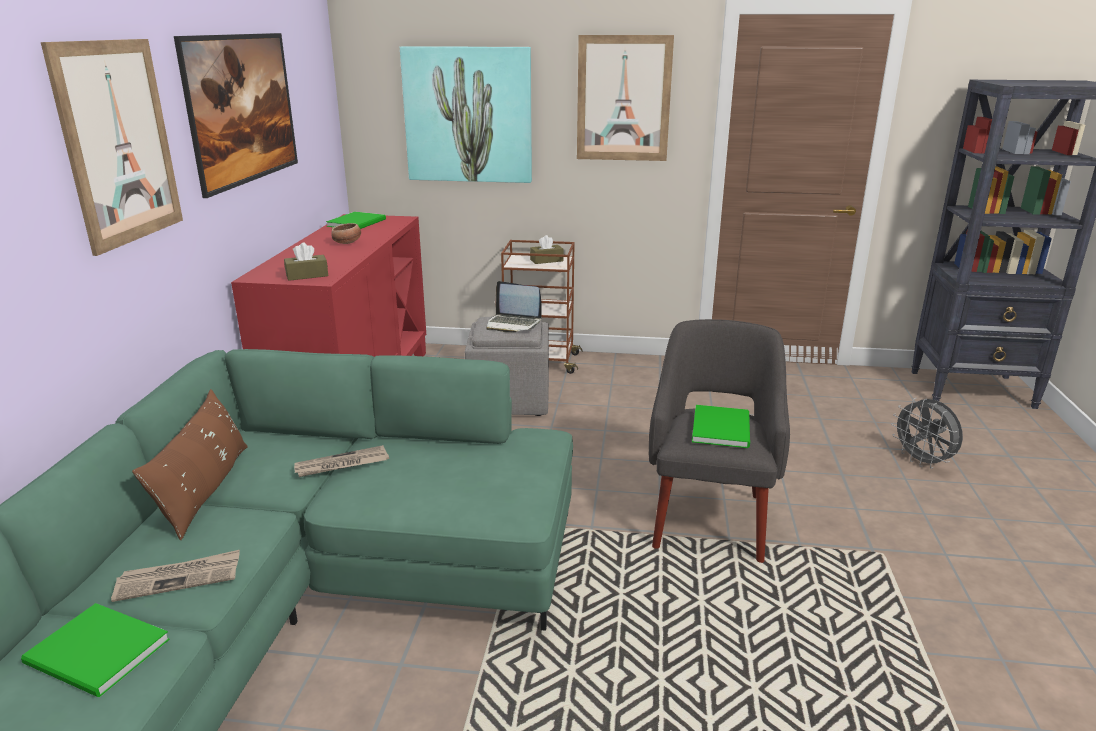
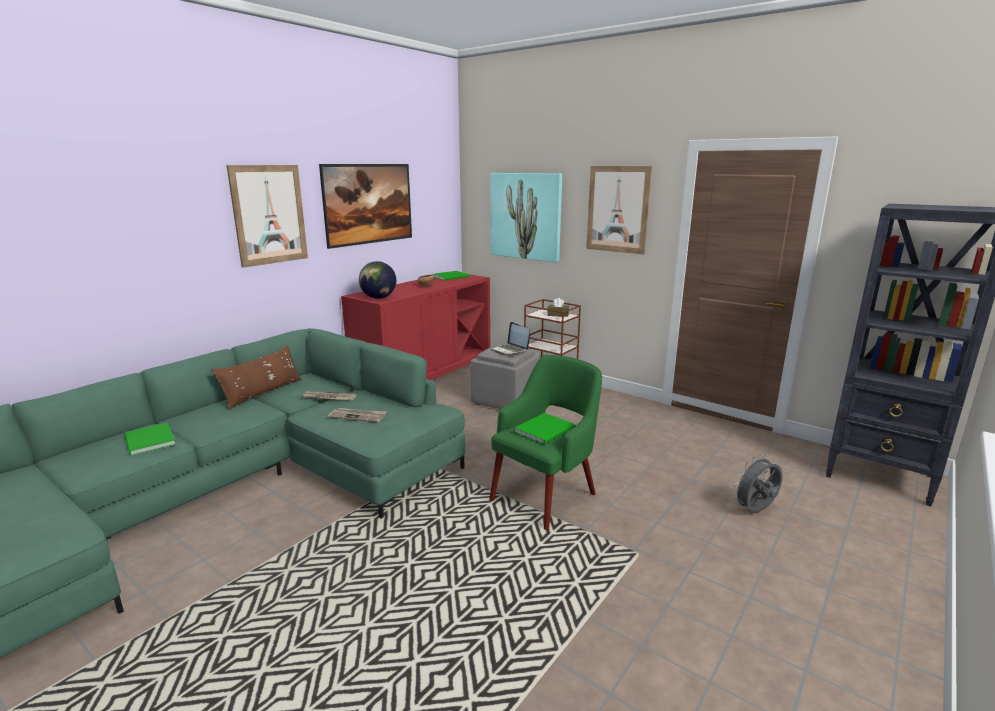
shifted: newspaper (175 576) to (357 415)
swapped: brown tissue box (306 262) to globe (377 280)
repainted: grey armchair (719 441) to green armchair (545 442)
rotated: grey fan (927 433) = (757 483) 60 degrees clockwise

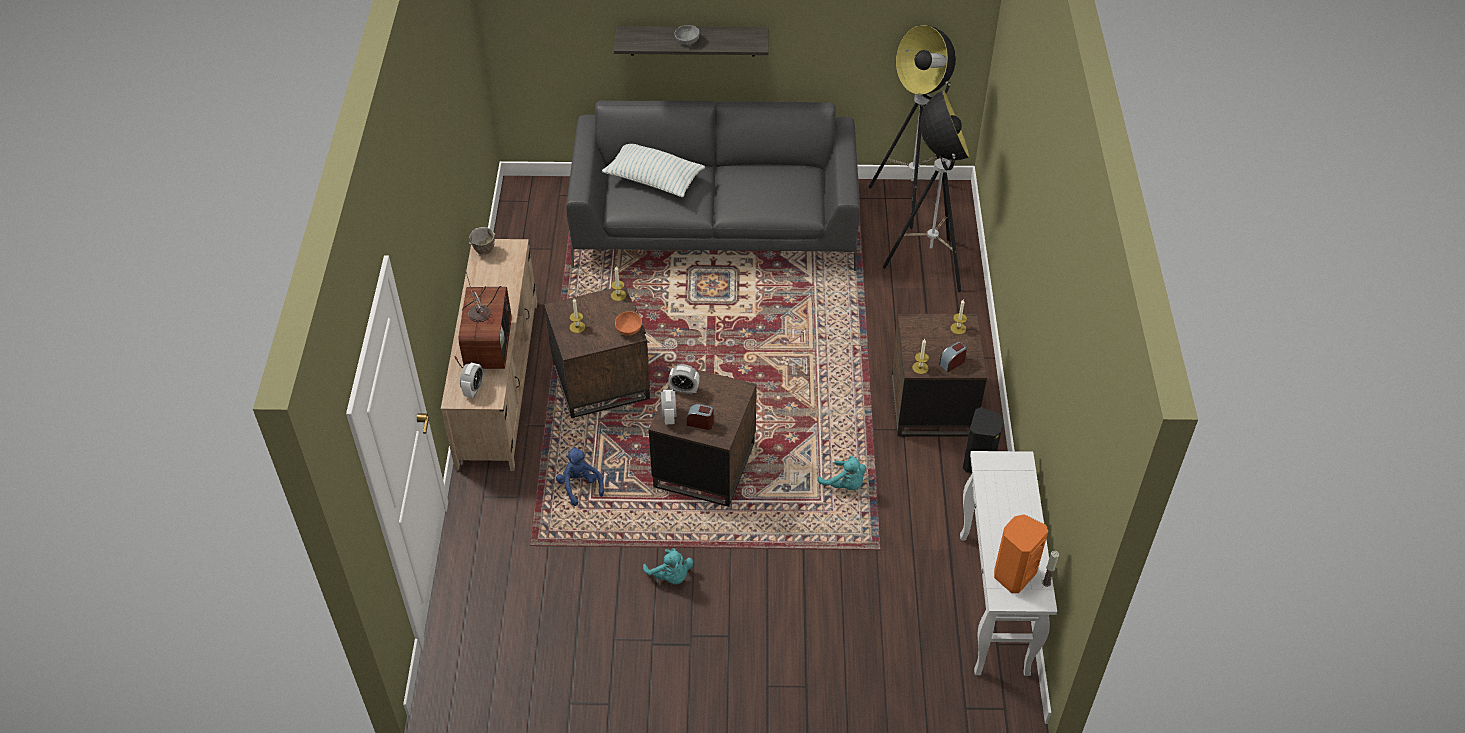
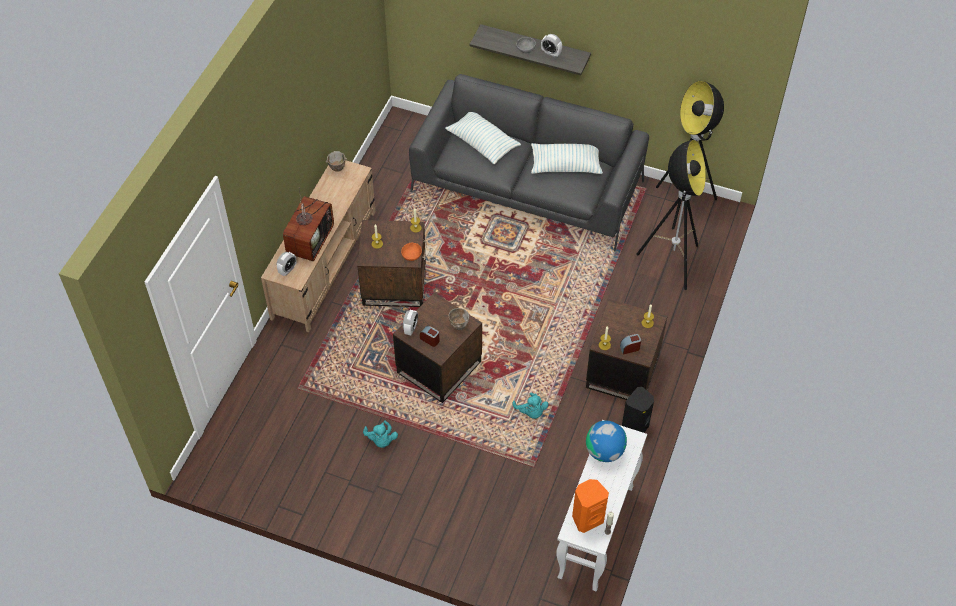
gone: blue plush toy (580 476)
new: pillow (567 158); bowl (458 319); globe (606 441)
shifted: alarm clock (684 379) to (551 45)

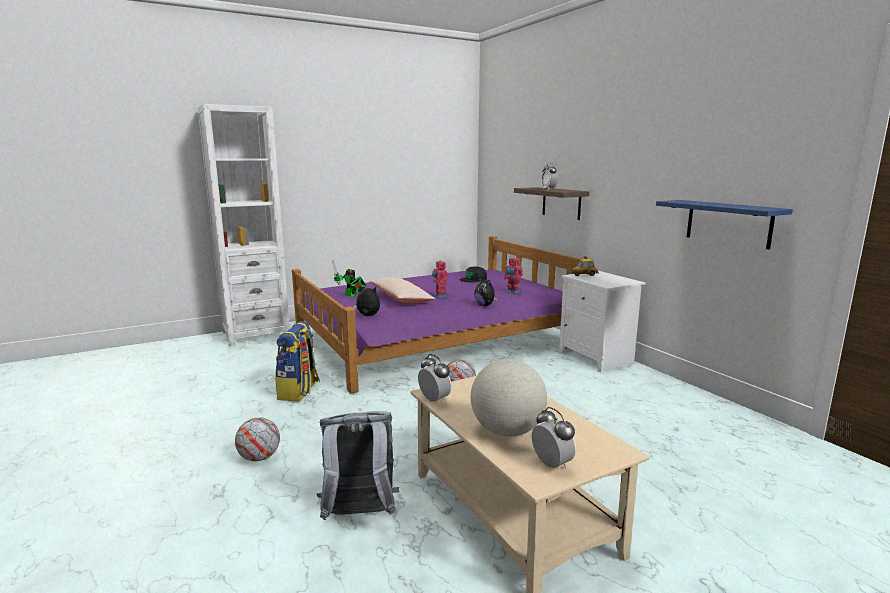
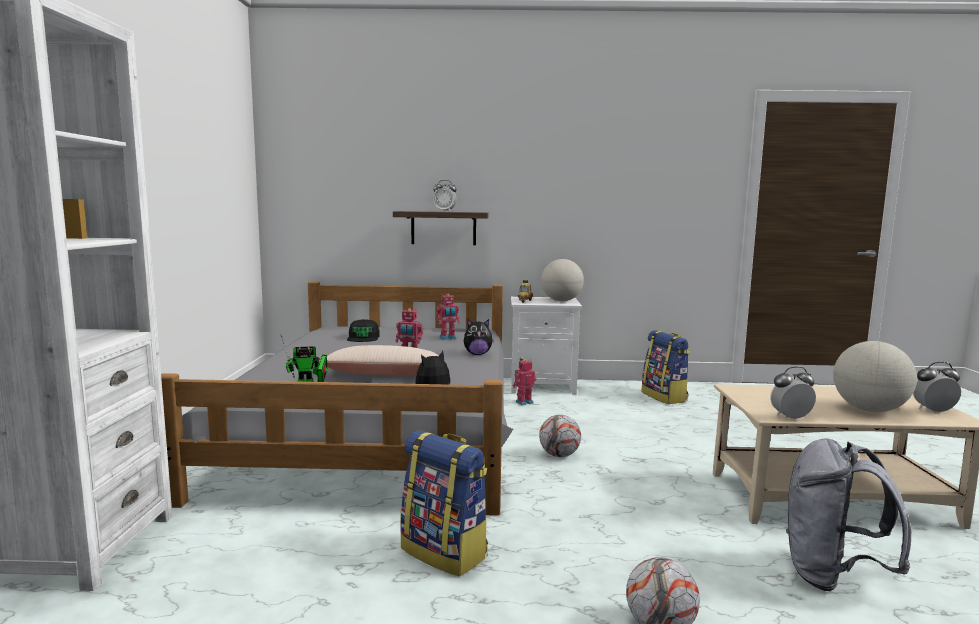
gone: blue shelf (724 225)
new: globe (562 280); backpack (665 367); toy robot (524 382)
repainted: purple bed (442 315) to grey bed (337 398)

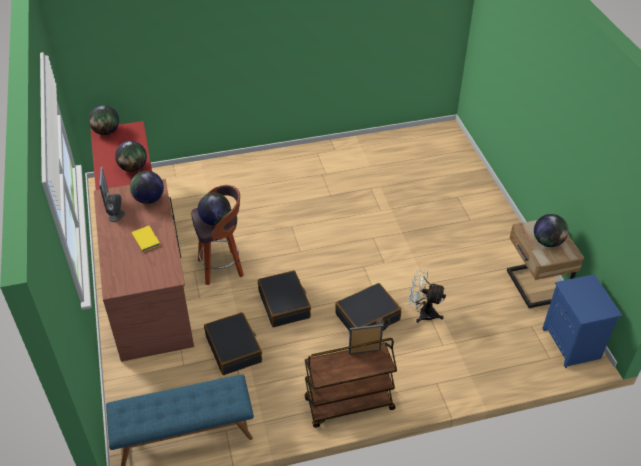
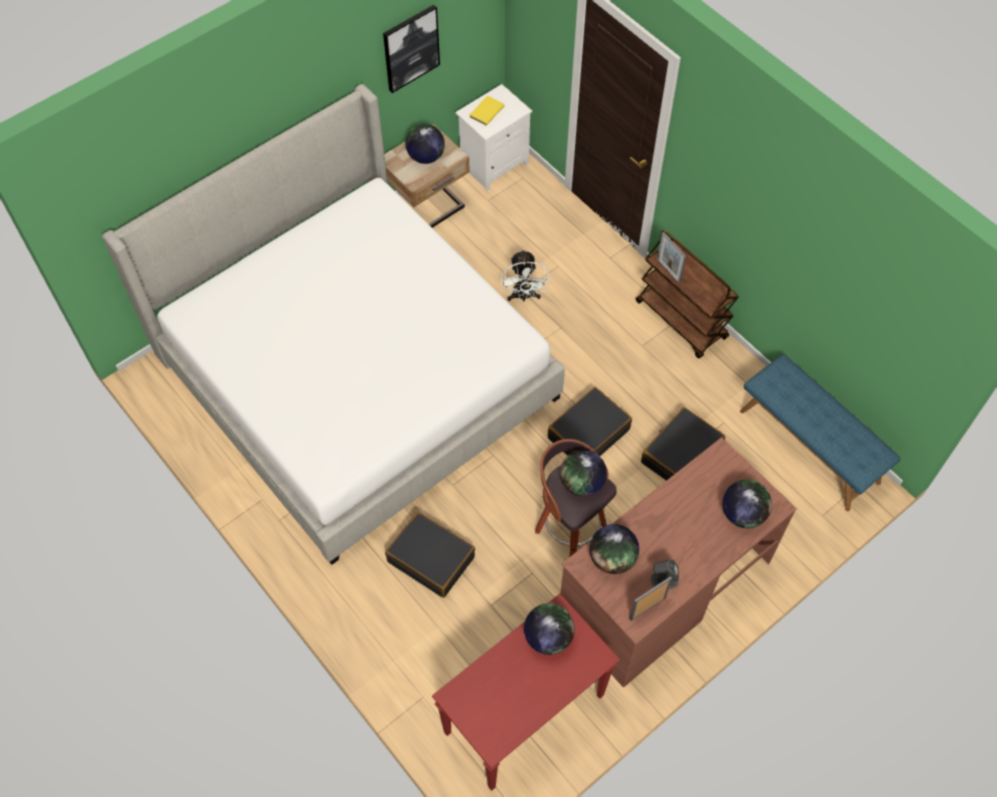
new: picture (411 49); bed (333 324)
shifted: globe (104 120) to (747 504); yellow book (146 239) to (487 110); black suitcase (368 307) to (430 555)
repainted: blue nightstand (582 321) to white nightstand (493 137)

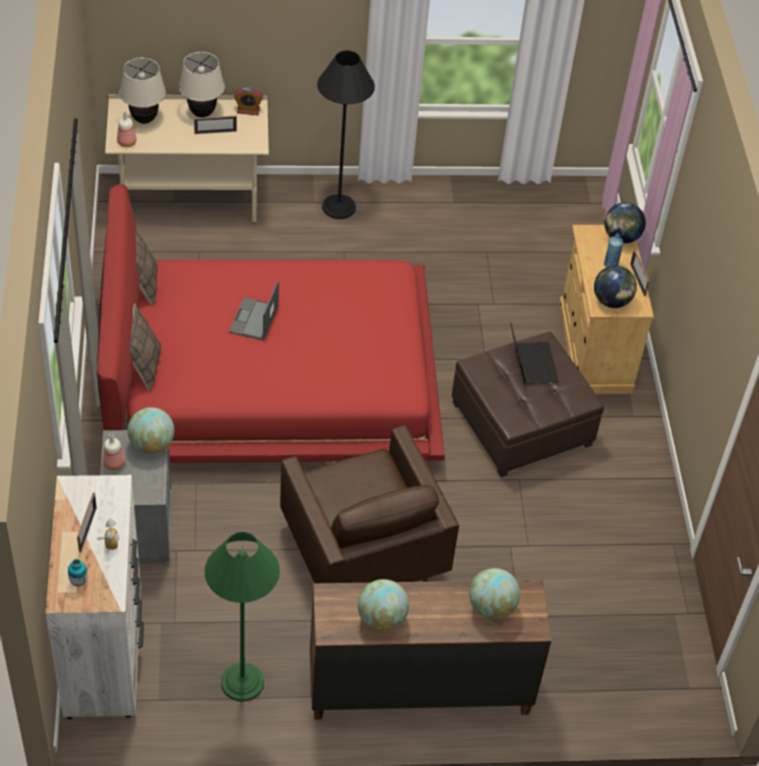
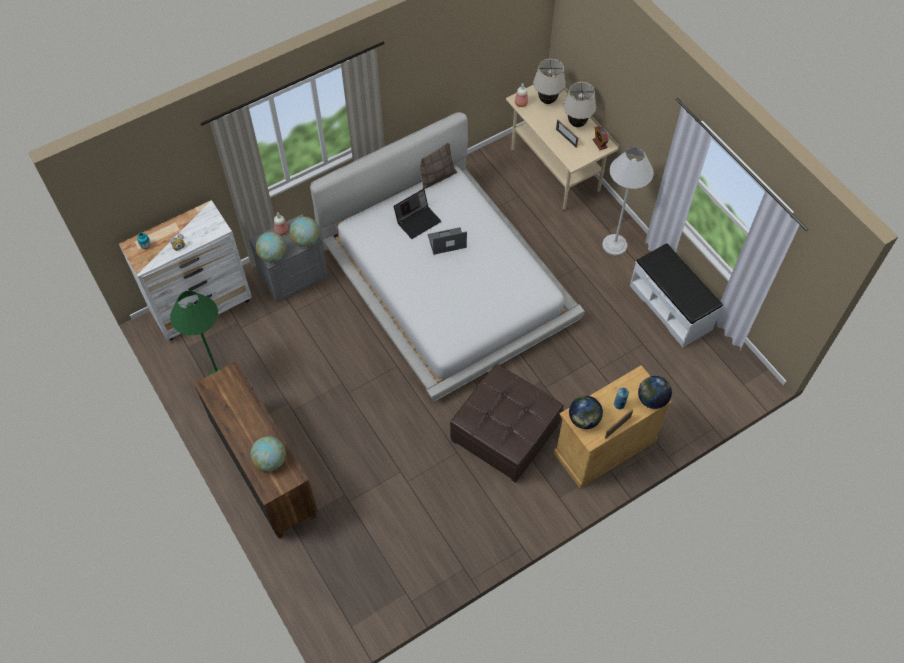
gone: pillow (145 347); brown armchair (369 504); picture frame (87 522)
new: white bench (676 295)
shifted: laptop (534 353) to (417 214); globe (383 605) to (271 247)
repainted: black floor lamp (346 135) to white floor lamp (628 201); red bed (271 323) to white bed (447 256)

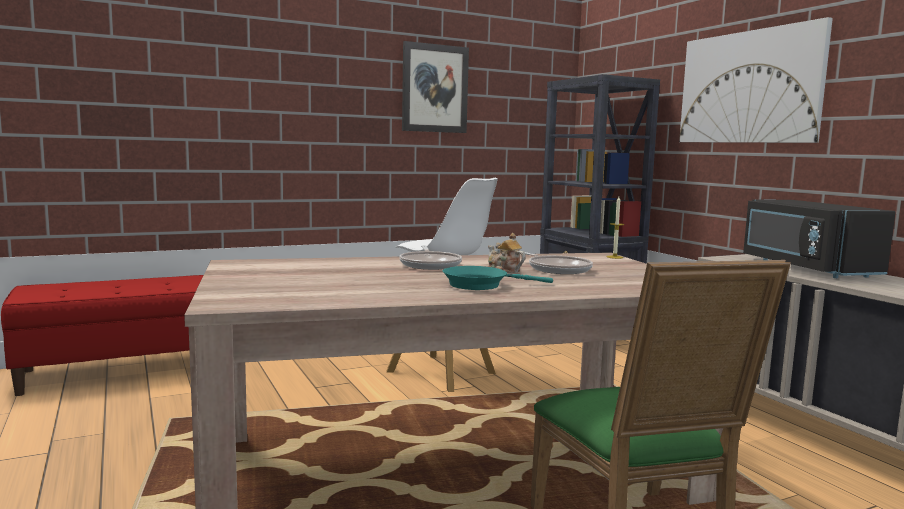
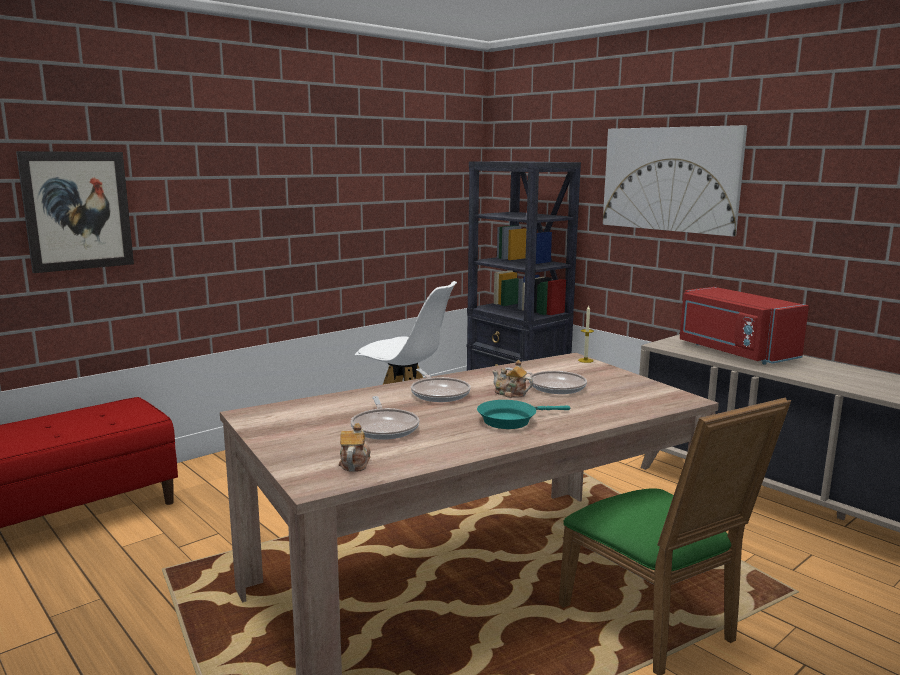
new: frying pan (385 418); teapot (354 447)
shifted: picture (435 87) to (75 212)
repainted: black microwave (819 238) to red microwave (744 326)

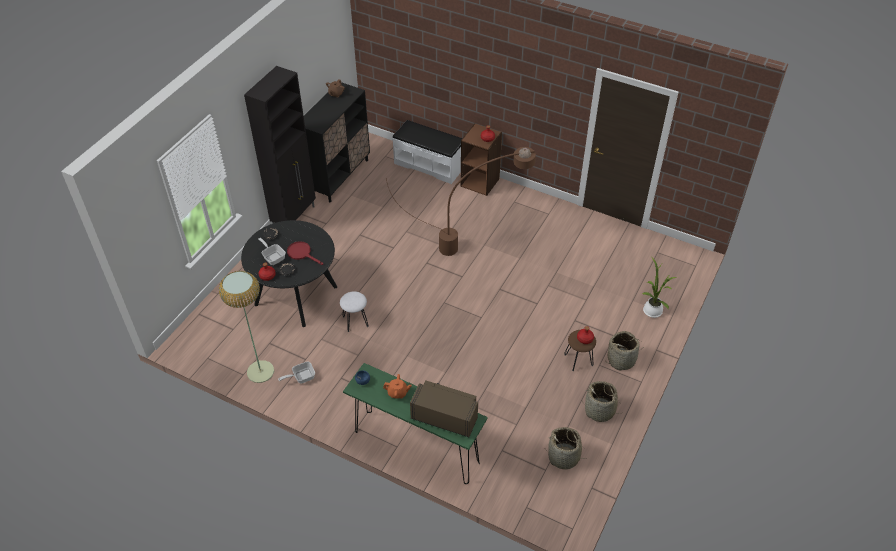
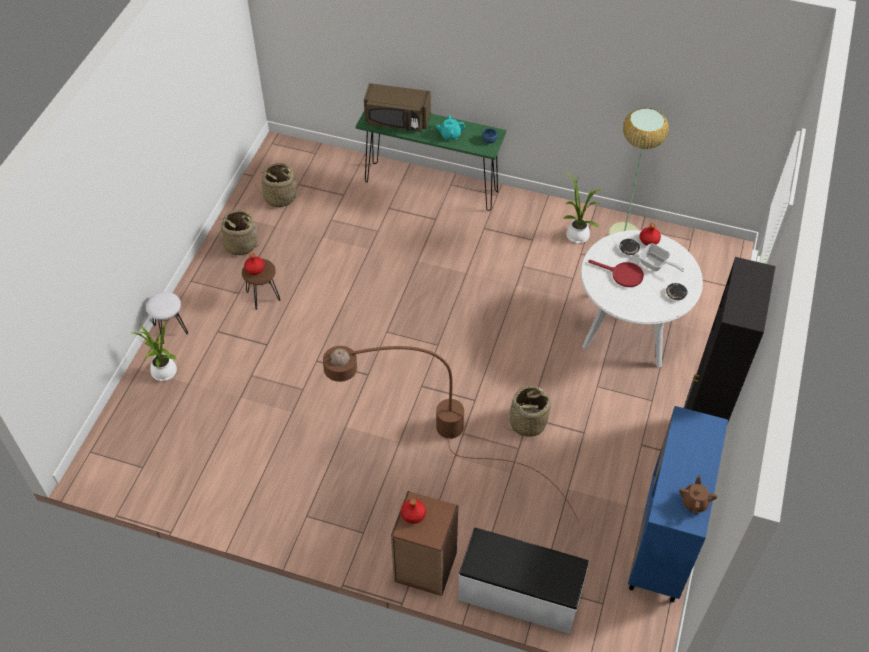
shifted: white stool (354 311) to (167 318); basket (624 351) to (527 411)
swapped: frying pan (296 372) to potted plant (582 207)
repainted: black cabinet (337 142) to blue cabinet (678 504); black dining table (289 273) to white dining table (641 299); orange teapot (397 386) to turquoise teapot (450 127)

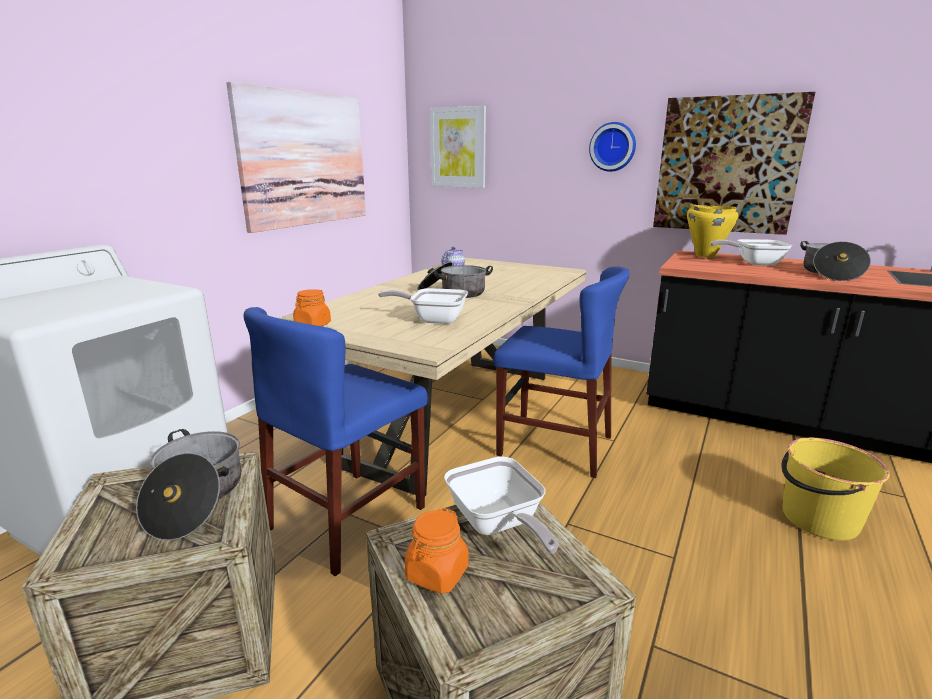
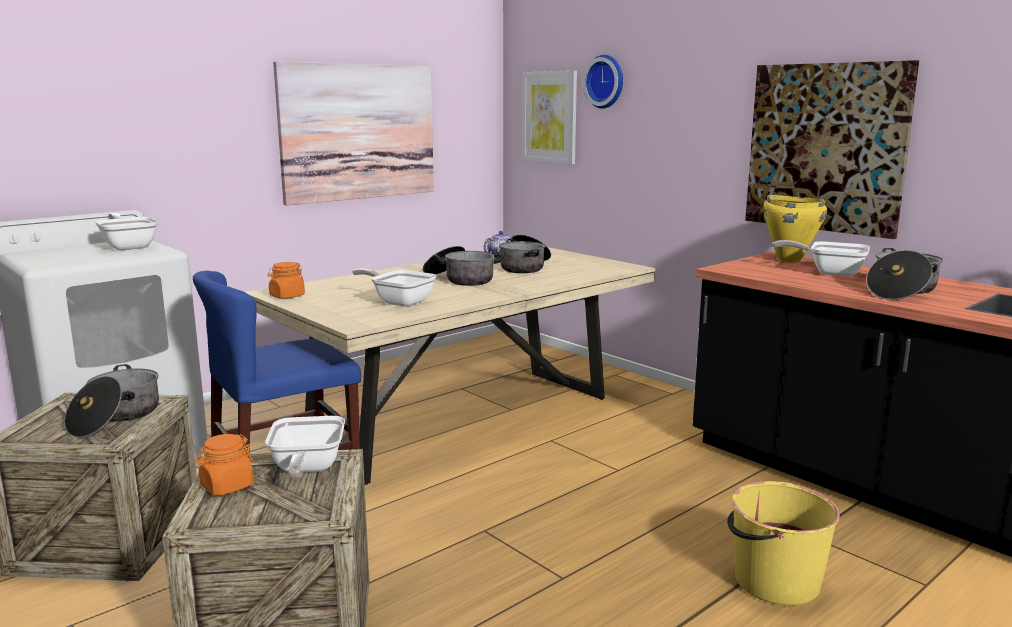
gone: blue chair (562 372)
new: frying pan (126 231); cooking pot (525 254)
shifted: wall clock (612 147) to (603 81)

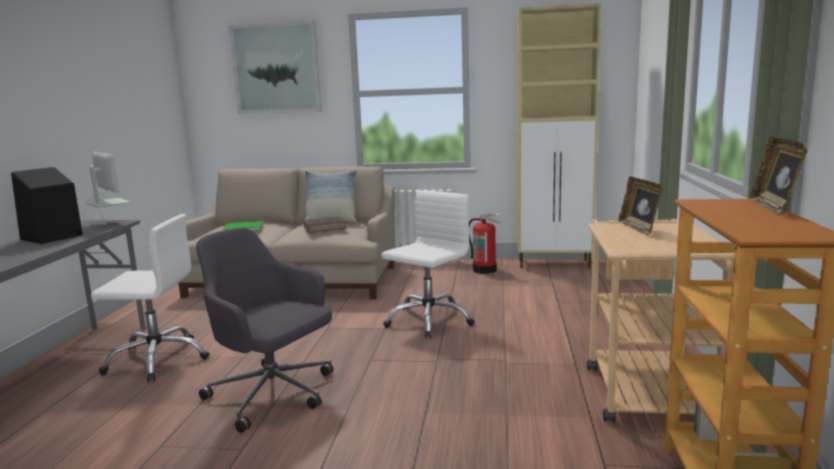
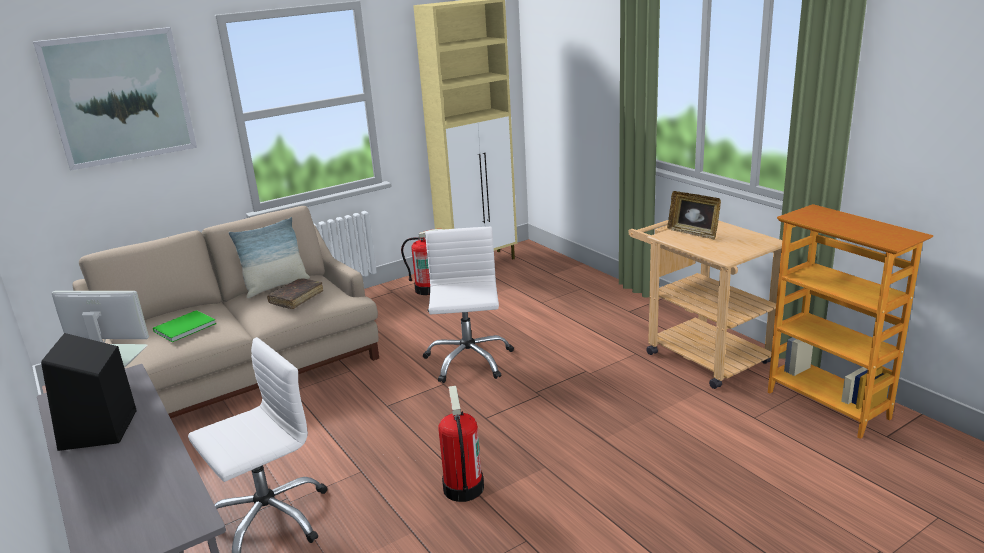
gone: picture frame (779 176)
swapped: grey office chair (264 330) to fire extinguisher (461 444)

